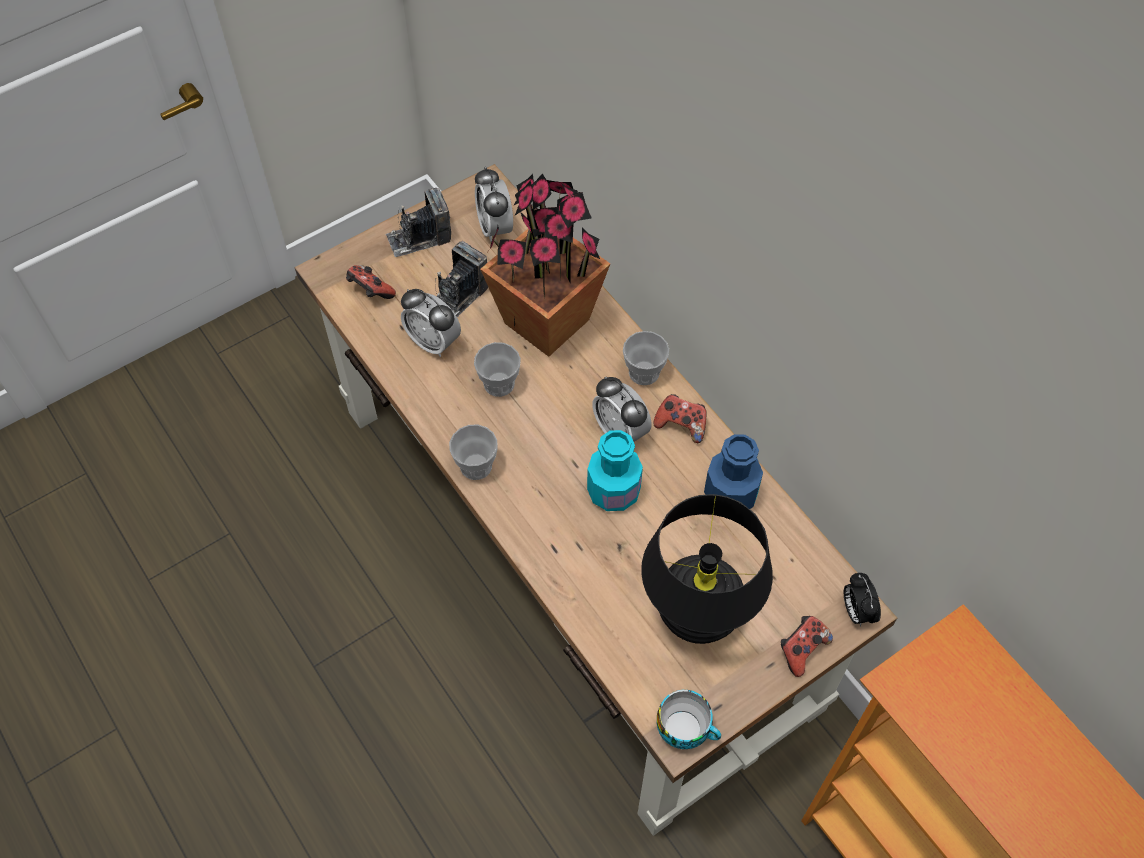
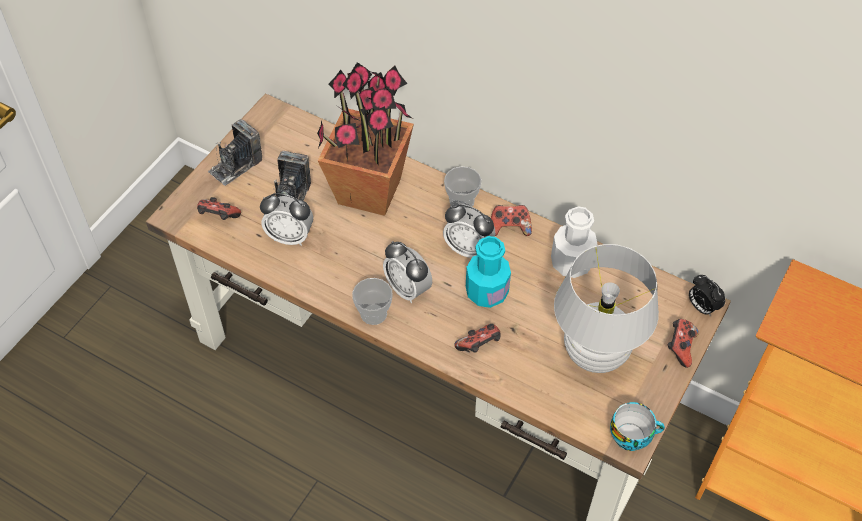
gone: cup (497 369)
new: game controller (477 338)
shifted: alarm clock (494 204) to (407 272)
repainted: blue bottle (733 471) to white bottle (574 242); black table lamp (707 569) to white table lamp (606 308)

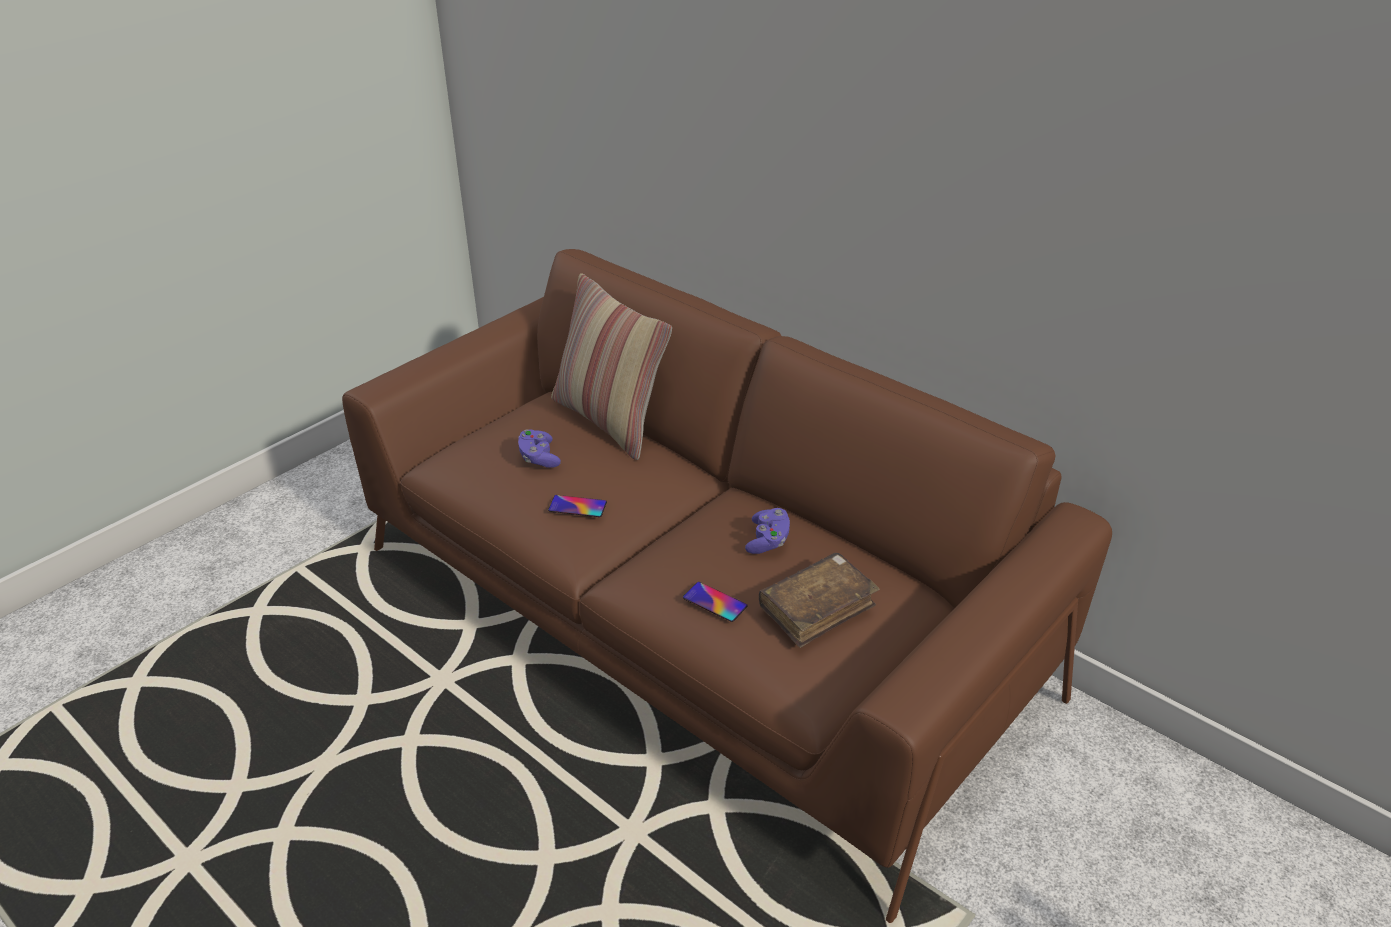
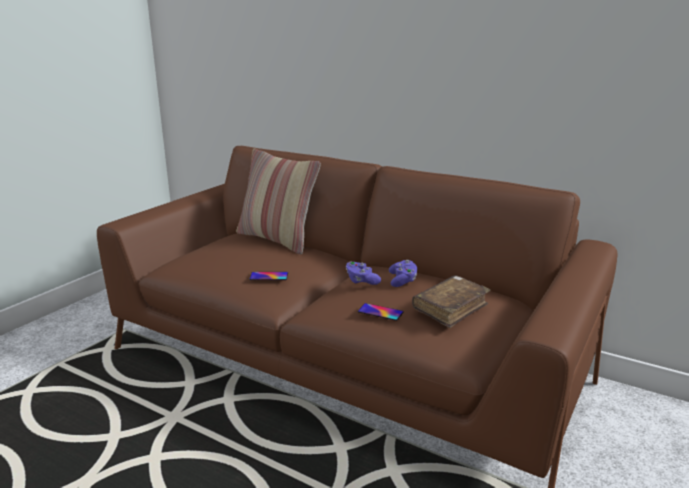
shifted: purple game controller (539 448) to (363 273)

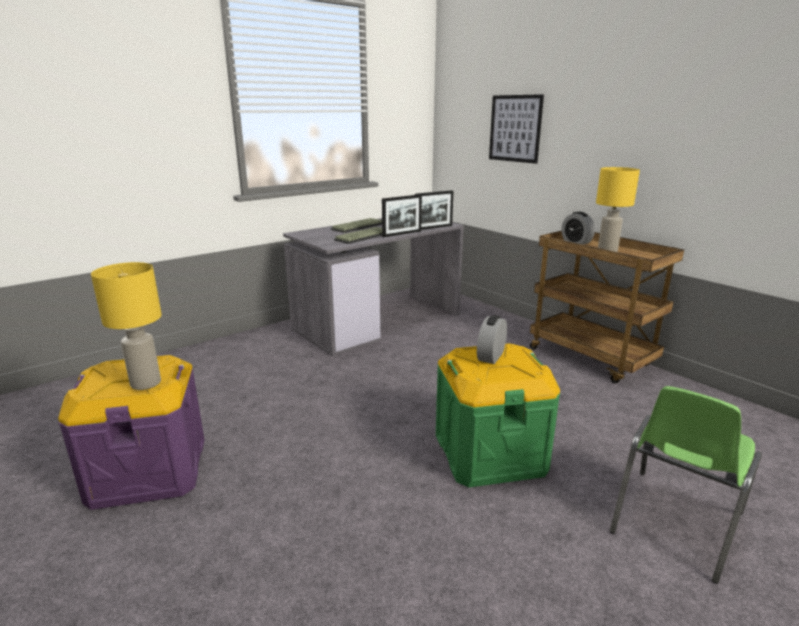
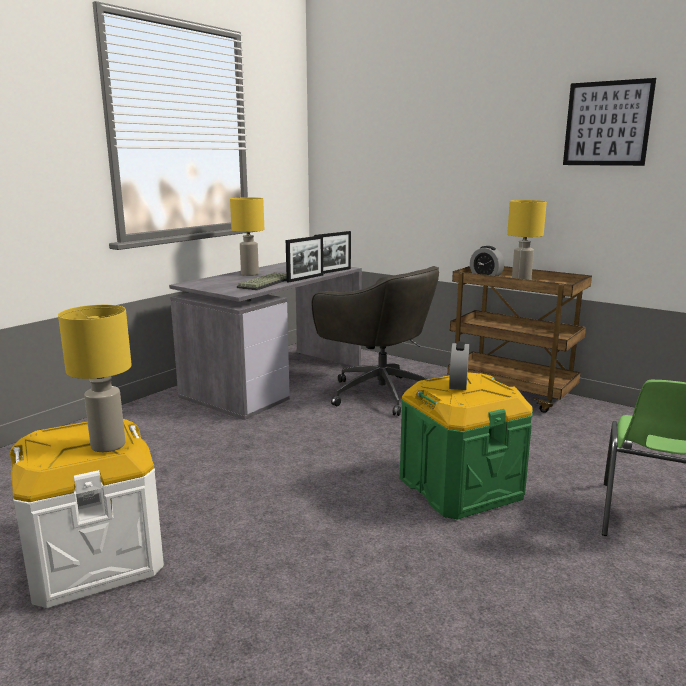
new: grey office chair (375 341)
shifted: picture (516 129) to (609 122)
swapped: keyboard (356 225) to yellow table lamp (247 236)
repainted: purple storage box (131 432) to white storage box (87 513)

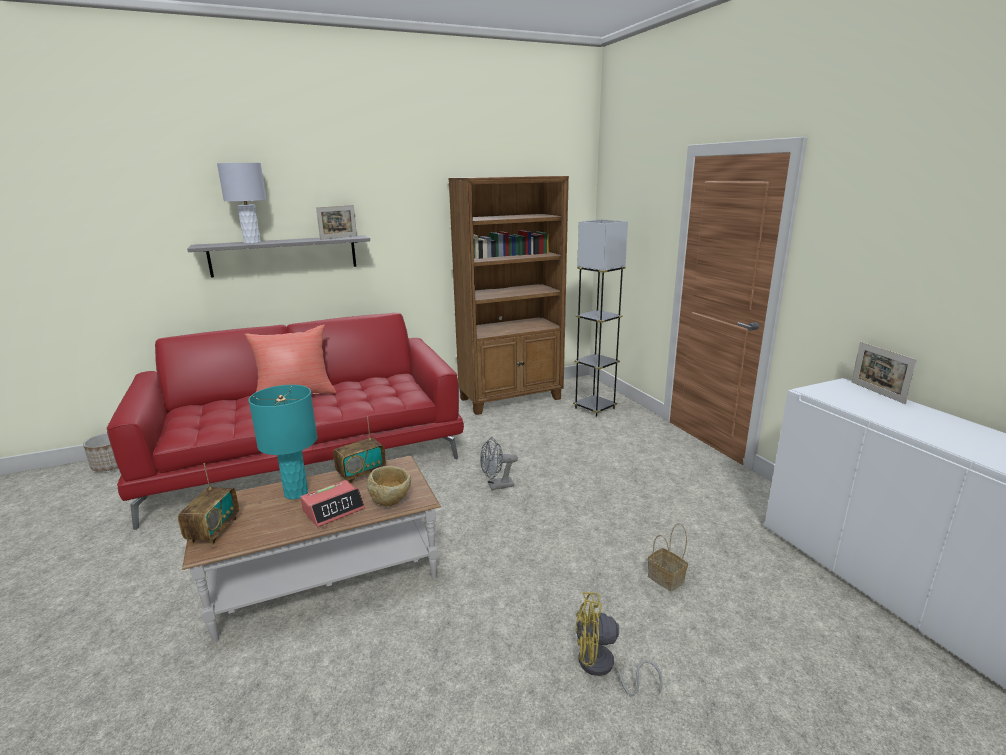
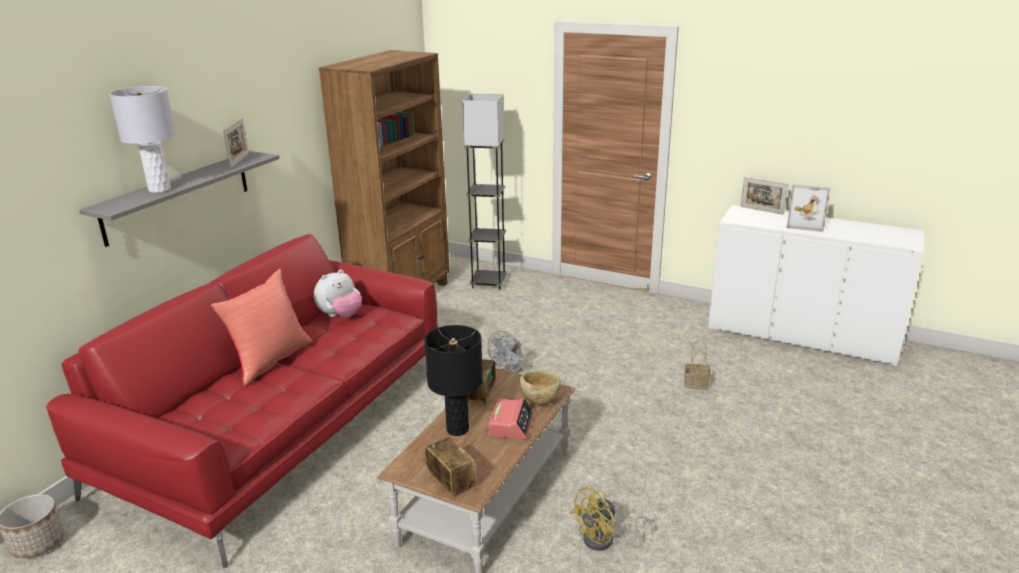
new: picture frame (808 208); plush toy (338 293)
shifted: yellow fan (619 644) to (611 518)
repainted: turquoise table lamp (283 442) to black table lamp (453 380)

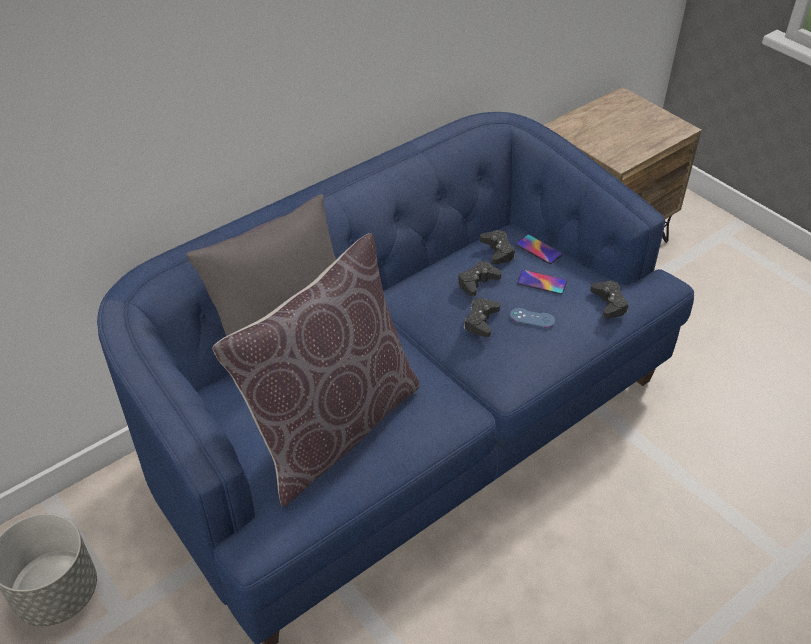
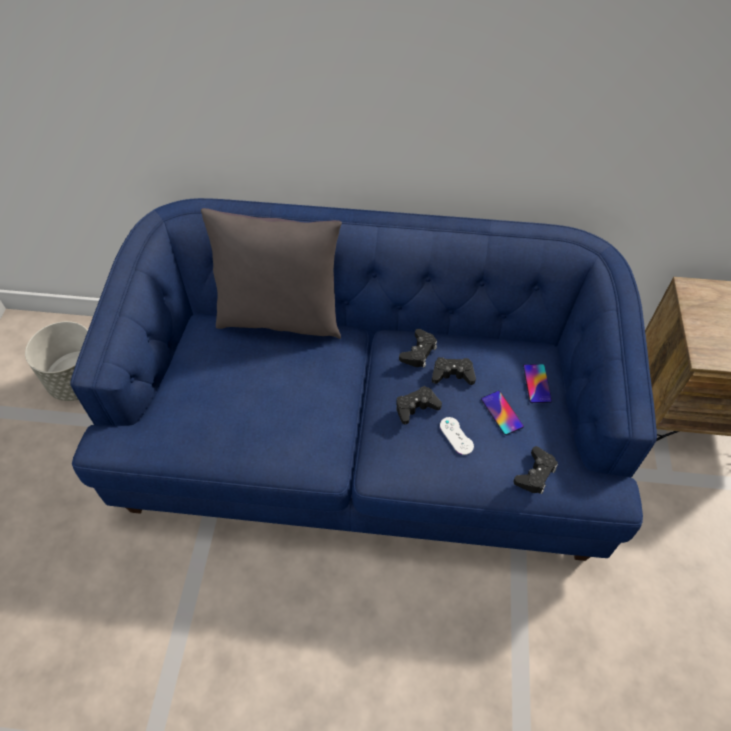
gone: brown pillow (316 370)
shifted: black game controller (497 247) to (418 348)
repainted: blue game controller (532 318) to white game controller (457 436)

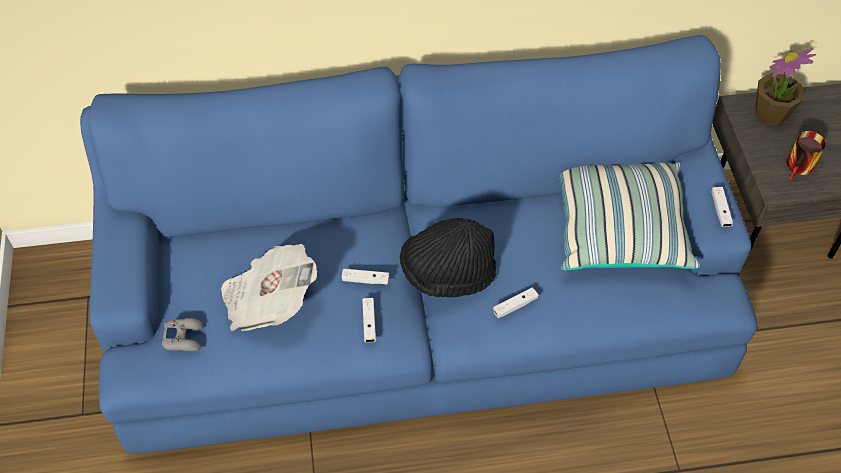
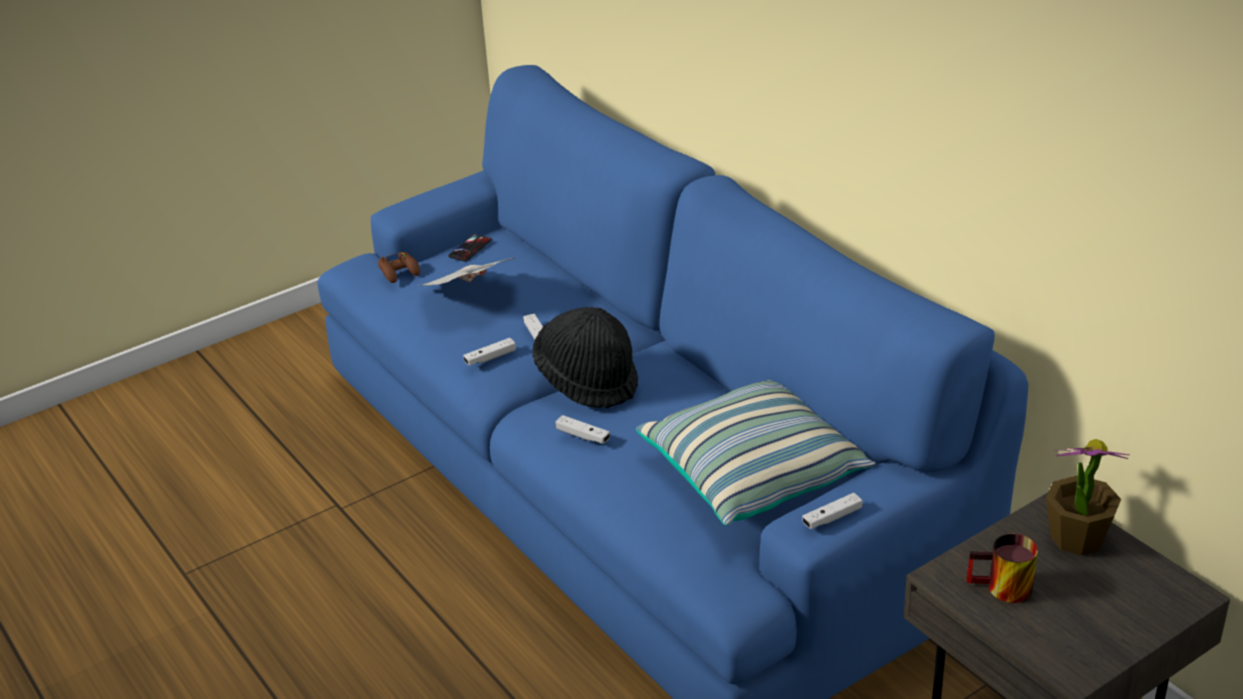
new: phone (470 248)
repainted: grey game controller (182 334) to brown game controller (399 267)

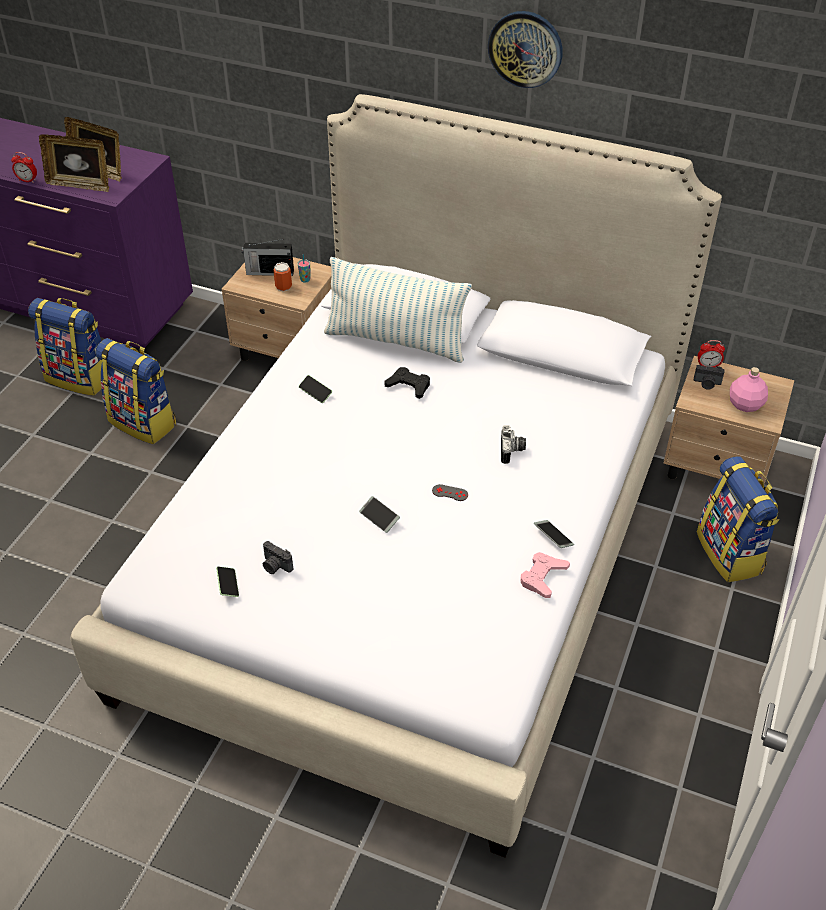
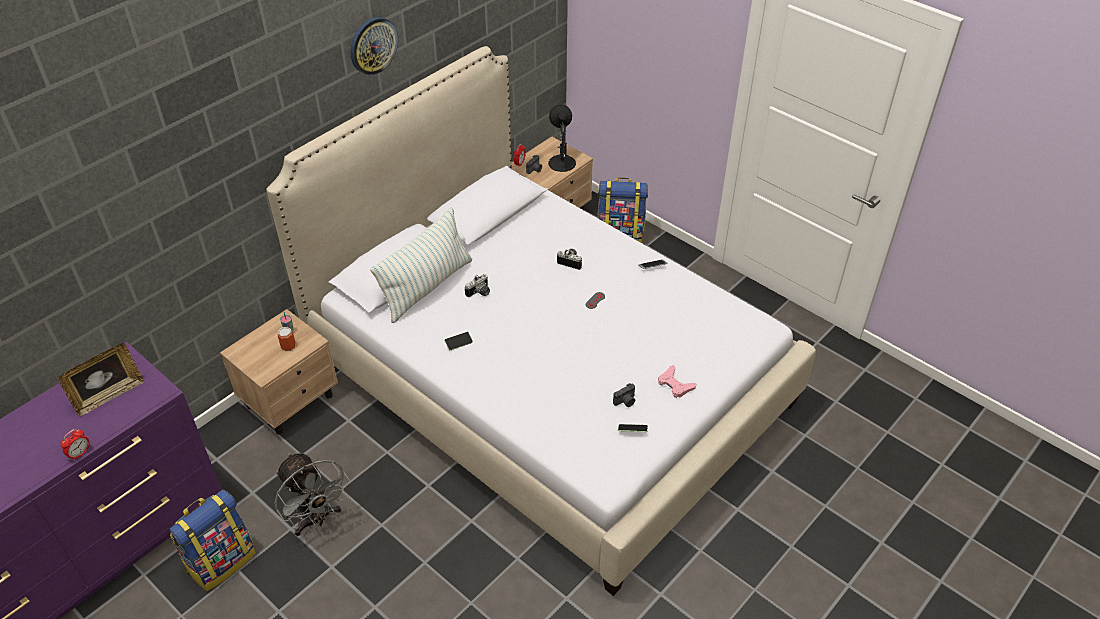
gone: picture frame (74 163); radio (268 257); phone (379 514)
shifted: pink game controller (545 575) to (677 381)
swapped: backpack (135 391) to grey fan (312 494); black game controller (407 383) to photo camera (477 285); pink bottle (749 389) to black table lamp (562 138)

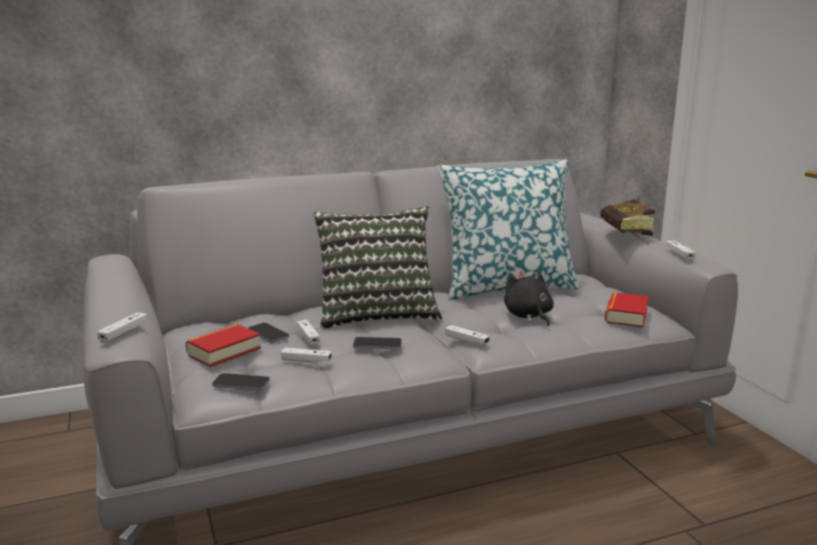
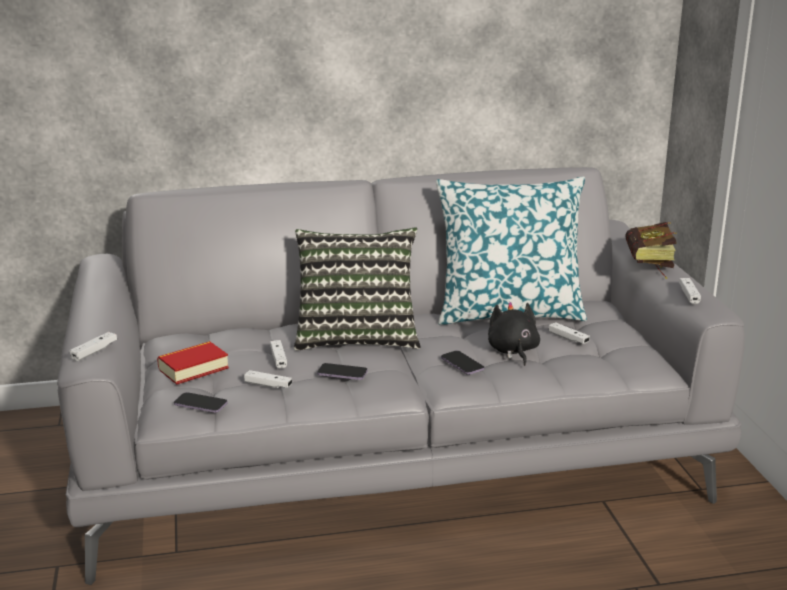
gone: book (626 309)
shifted: phone (268 333) to (462 363); white game controller (467 334) to (569 333)

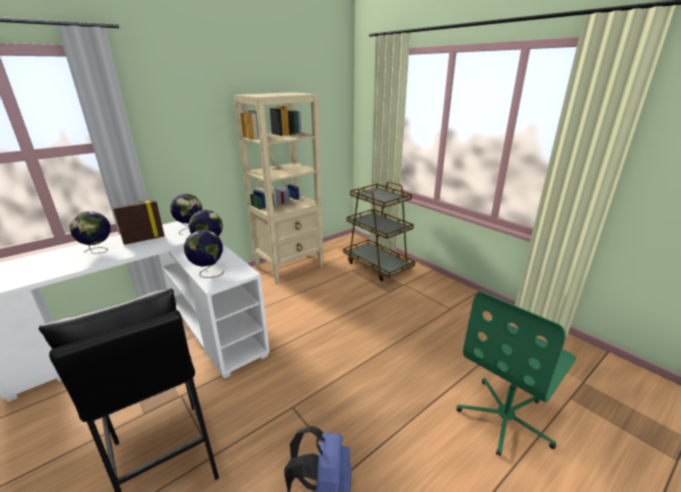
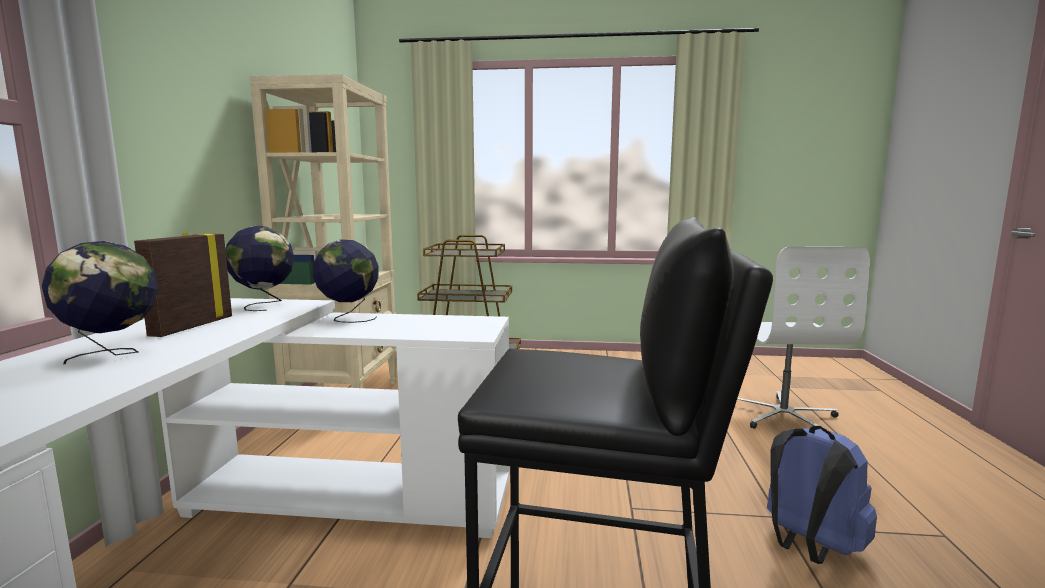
gone: globe (204 254)
repainted: green office chair (516 374) to white office chair (803 338)

